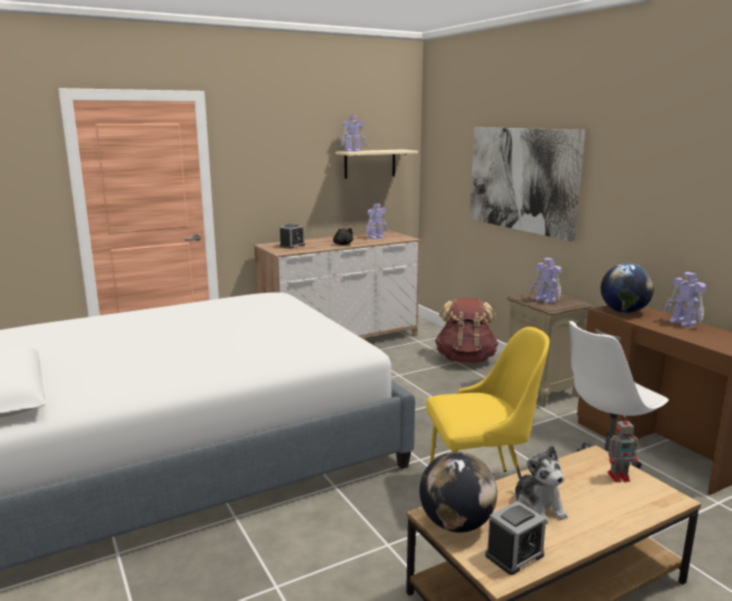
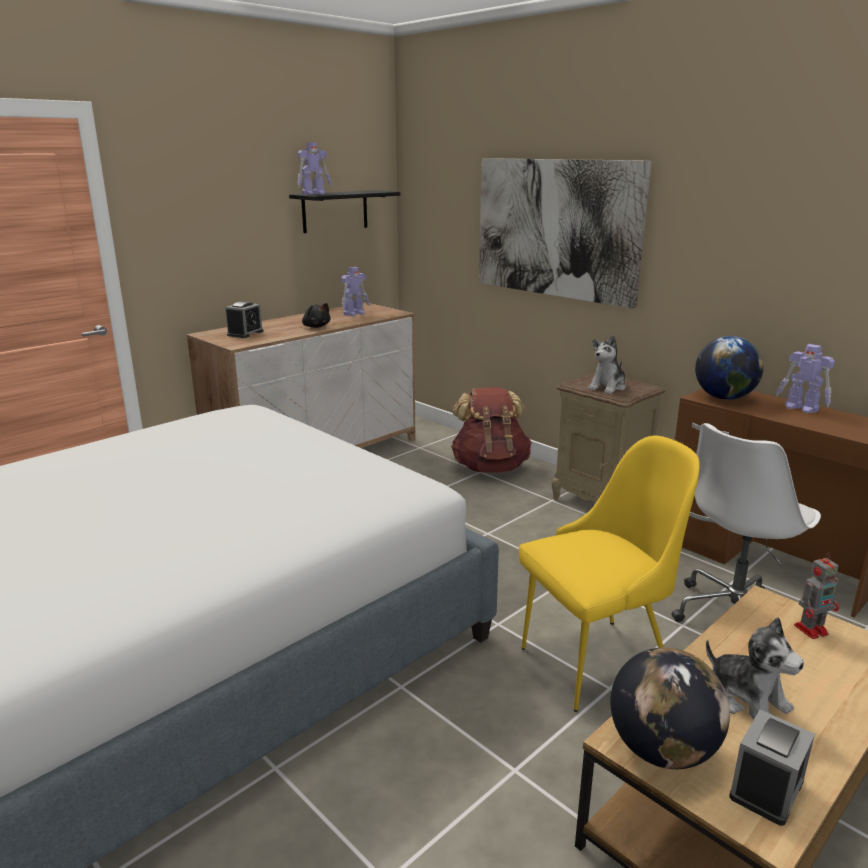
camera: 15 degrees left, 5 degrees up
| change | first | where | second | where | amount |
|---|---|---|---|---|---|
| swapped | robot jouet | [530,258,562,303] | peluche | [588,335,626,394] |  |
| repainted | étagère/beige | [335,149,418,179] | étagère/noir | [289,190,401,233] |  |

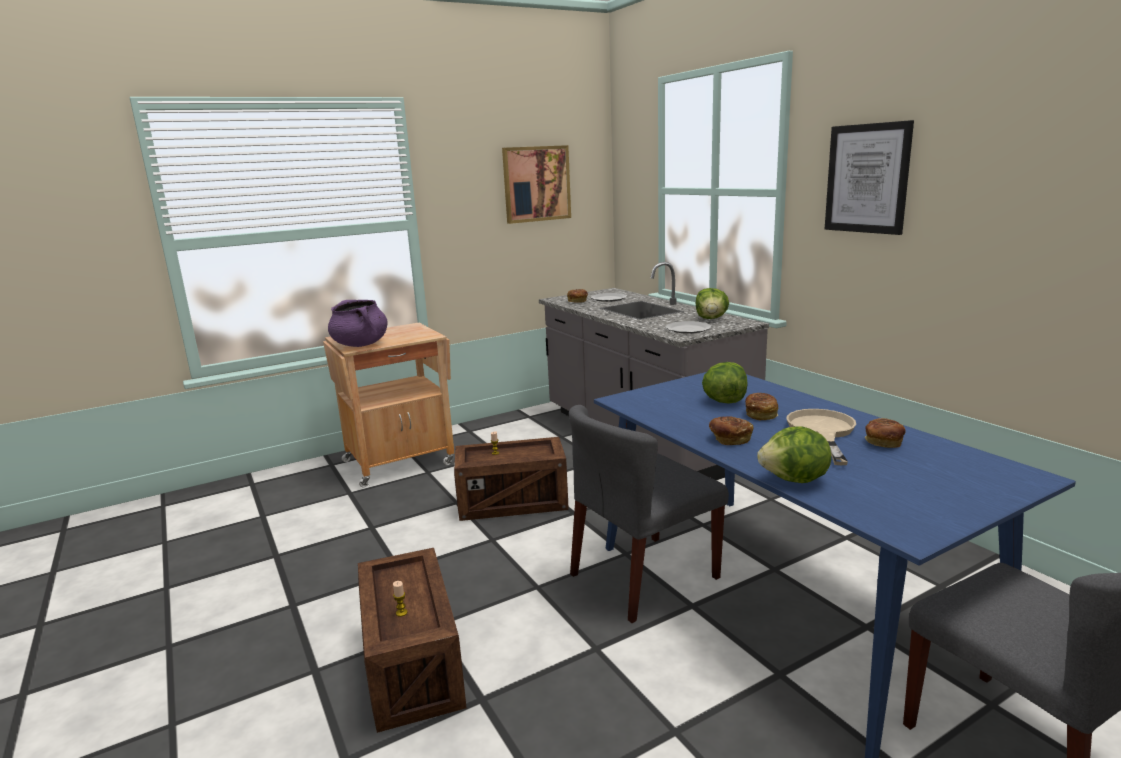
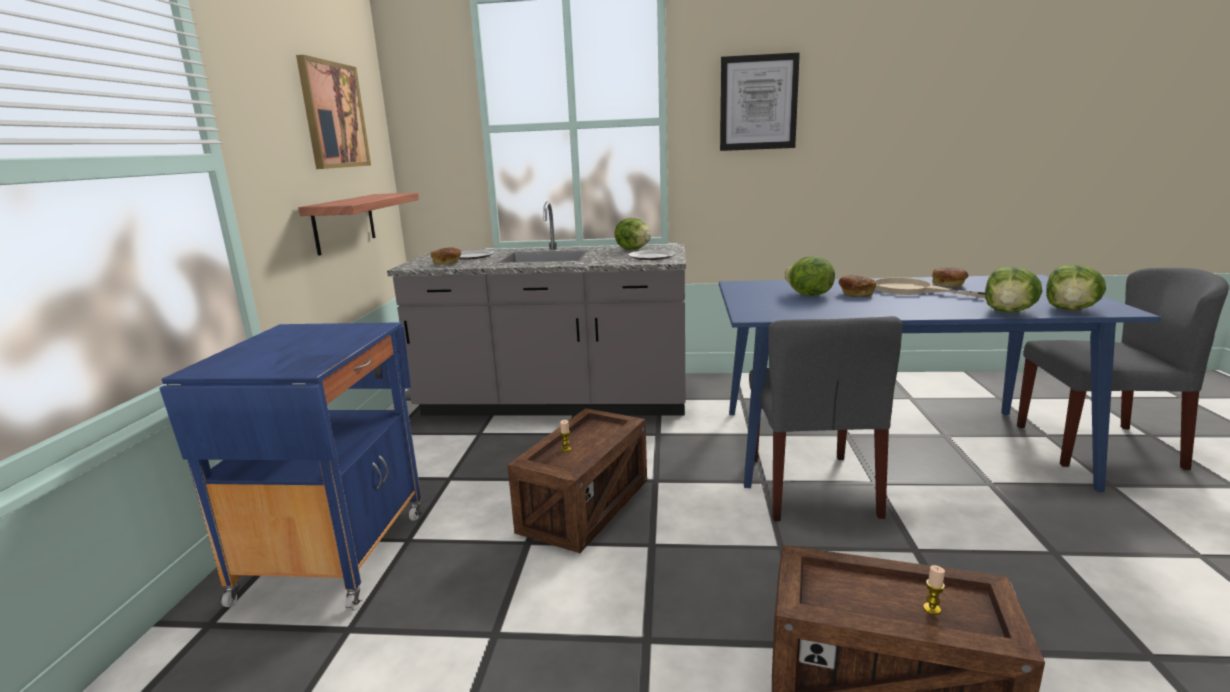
camera: 55 degrees left, 0 degrees up
| change | first | where | second | where | amount |
|---|---|---|---|---|---|
| gone | marmite/violet | [328,300,388,347] |  |  |  |
| gone | pain | [709,416,753,445] |  |  |  |
| new |  |  | étagère | [298,193,419,256] |  |
| new |  |  | laitue | [1046,264,1106,310] |  |
| repainted | chariot/marron | [323,323,454,488] | chariot/bleu | [159,322,421,611] |  |

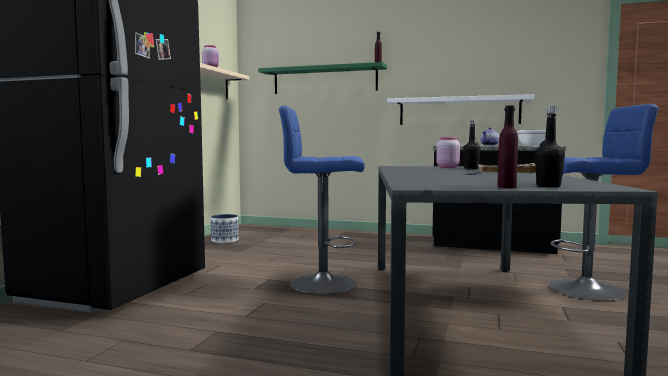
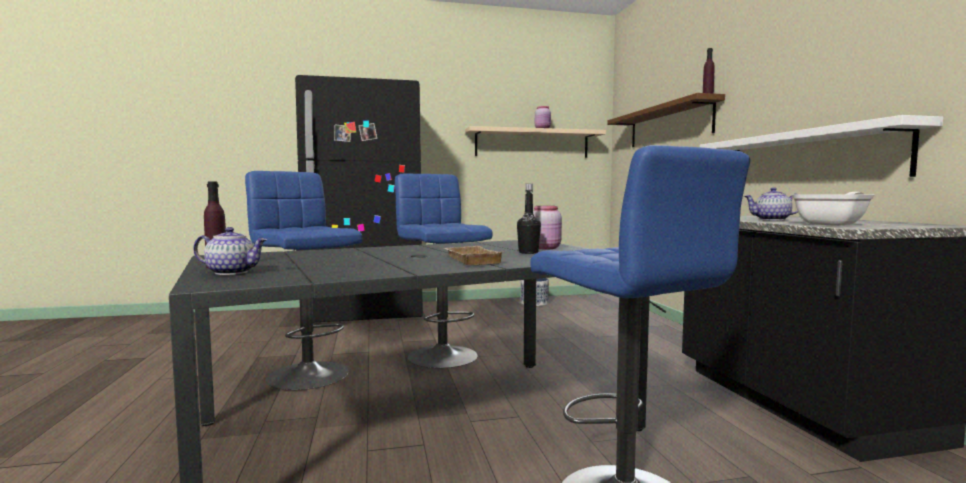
camera: 60 degrees right, 0 degrees up
| change | first | where | second | where | amount |
|---|---|---|---|---|---|
| new |  |  | tabouret/bleu | [245,171,362,390] |  |
| swapped | bouteille/noir | [535,106,565,187] | théière | [193,227,267,275] |  |
| repainted | étagère/vert | [258,62,387,94] | étagère/marron | [607,93,725,147] |  |

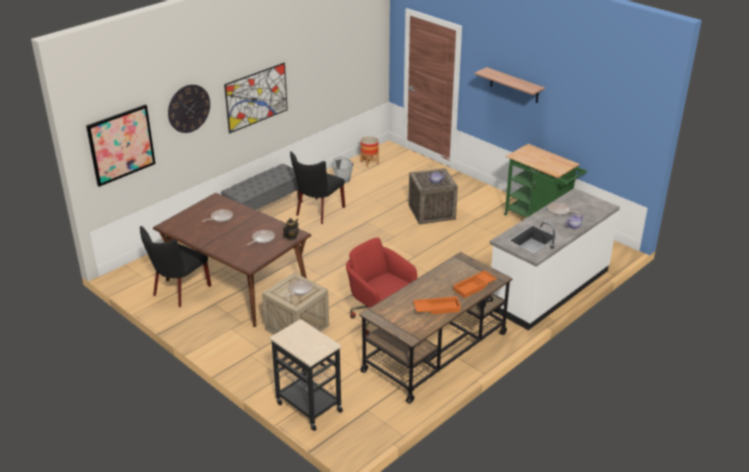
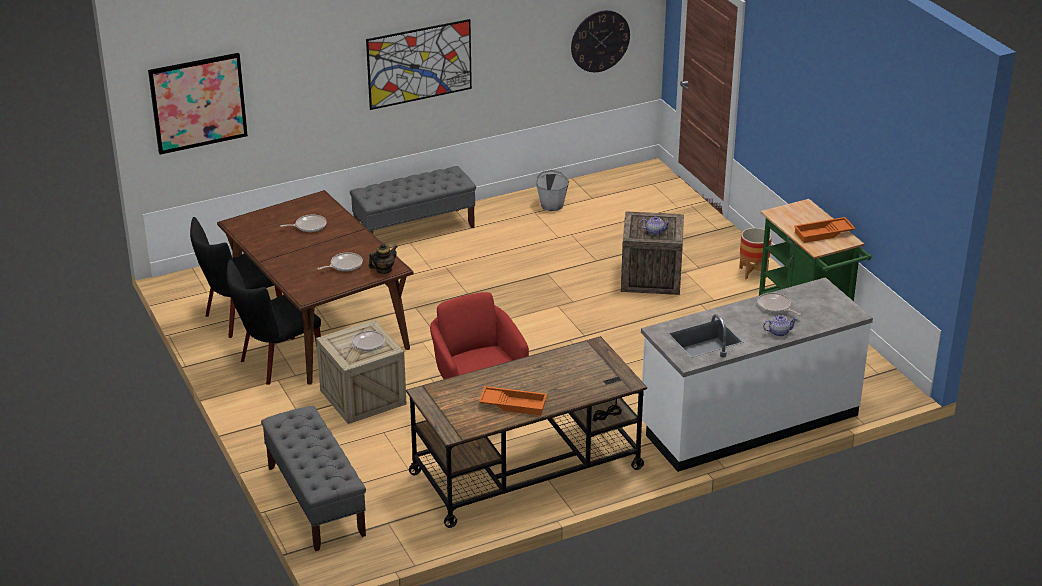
camera: 20 degrees right, 0 degrees up
| change | first | where | second | where | amount |
|---|---|---|---|---|---|
| gone | étagère | [474,67,545,103] |  |  |  |
| shifted | horloge murale | [168,84,210,133] |  | [571,10,630,72] |  |
| shifted | chaise/noir | [290,152,345,224] |  | [226,260,321,385] |  |
| shifted | cache-pot | [360,136,379,168] |  | [739,228,772,280] |  |
| shifted | plateau/orange | [453,270,497,298] |  | [794,217,856,243] |  |
| swapped | chariot | [269,319,343,431] | banc/gris | [261,406,366,551] |  |

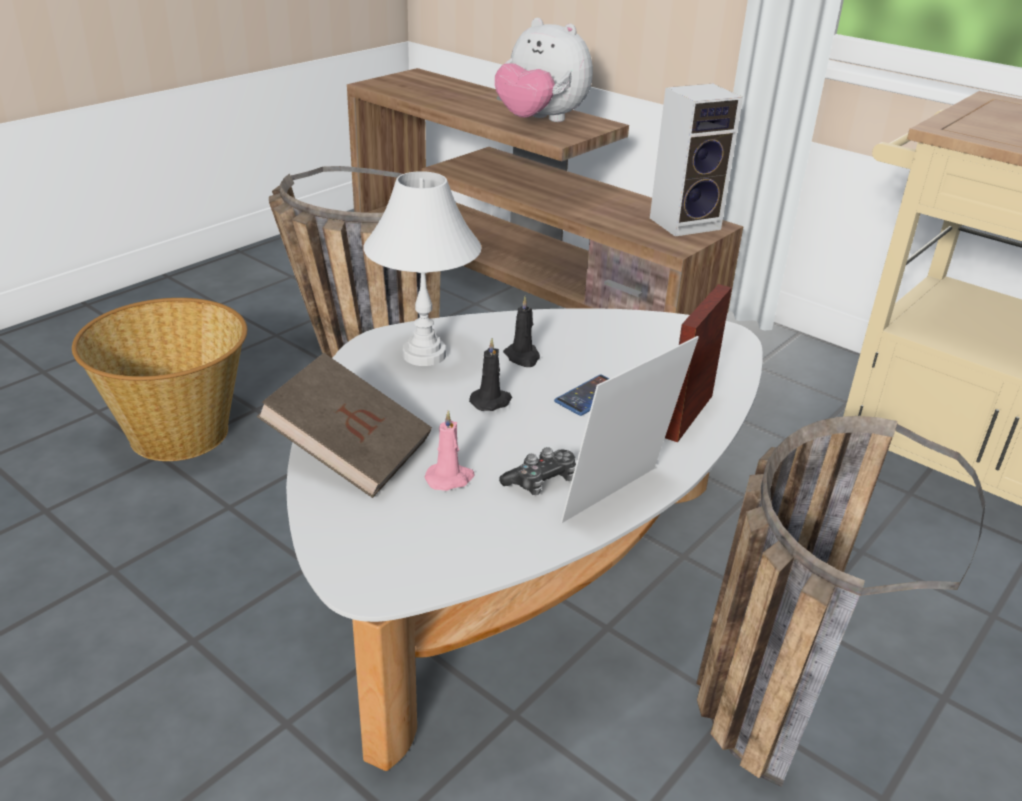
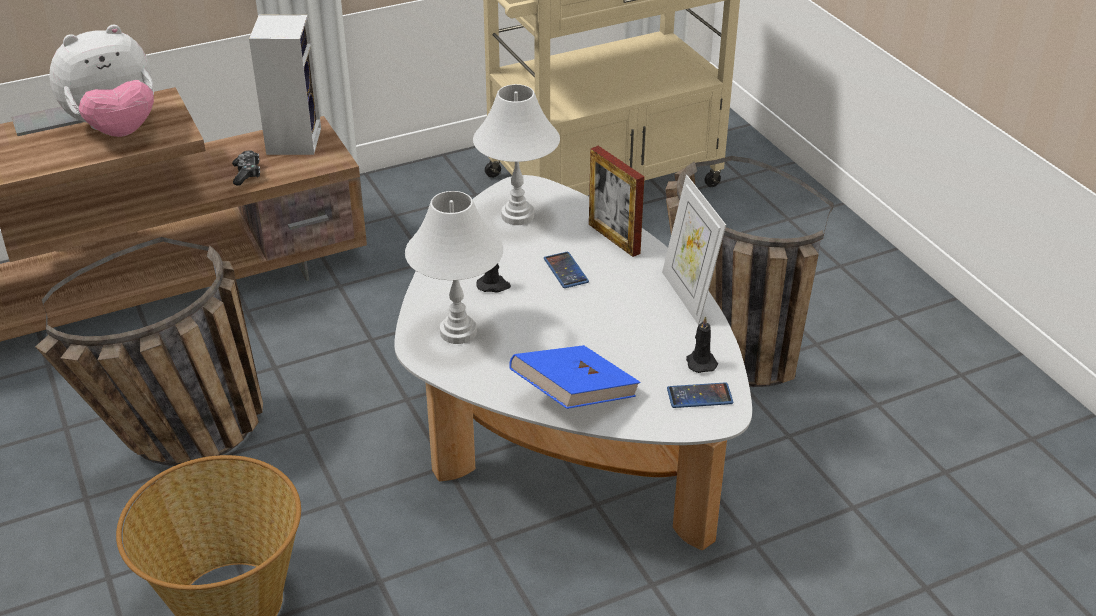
camera: 65 degrees left, 5 degrees up
| change | first | where | second | where | amount |
|---|---|---|---|---|---|
| gone | bougie/rose | [424,410,475,491] |  |  |  |
| new |  |  | lampe de table/blanc | [473,84,560,225] |  |
| new |  |  | téléphone | [667,382,733,408] |  |
| shifted | bougie/noir | [469,338,512,411] |  | [686,316,718,373] |  |
| shifted | manette | [499,447,576,495] |  | [232,150,260,186] |  |
| repainted | livre/marron | [257,353,432,498] | livre/bleu | [509,345,641,409] |  |

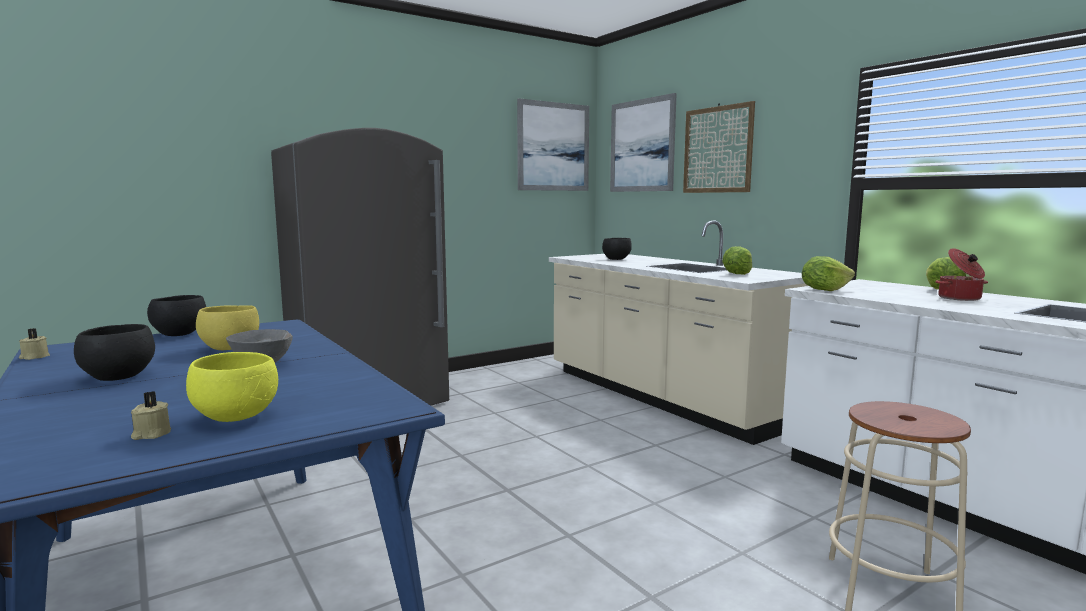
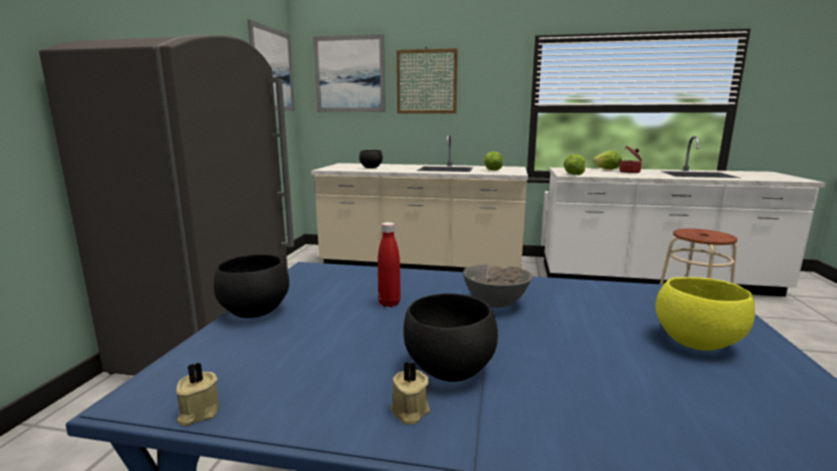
camera: 45 degrees left, 5 degrees up
| change | first | where | second | where | amount |
|---|---|---|---|---|---|
| shifted | bougie/beige | [131,391,171,440] |  | [390,361,430,425] |  |
| swapped | bol/jaune | [196,305,259,350] | bouteille/rouge | [378,222,401,307] |  |

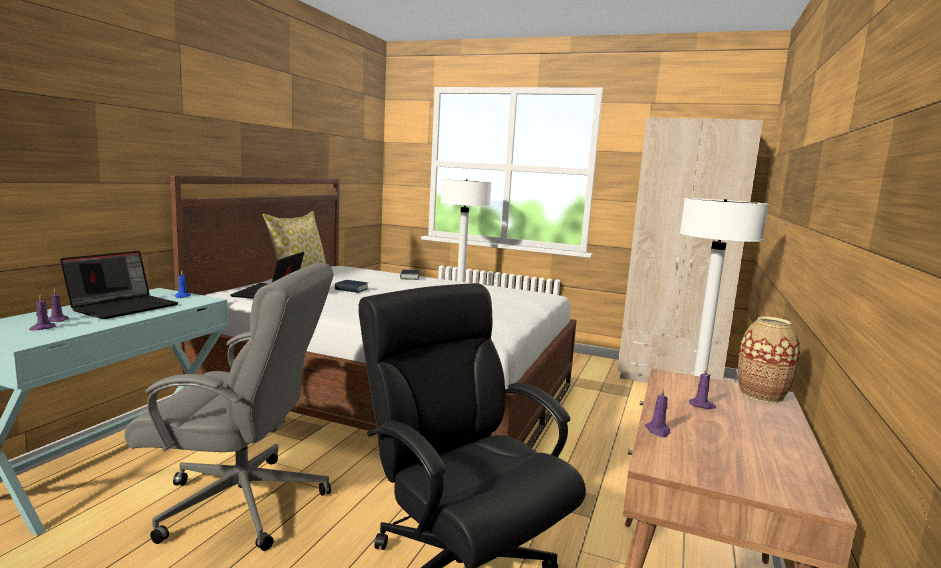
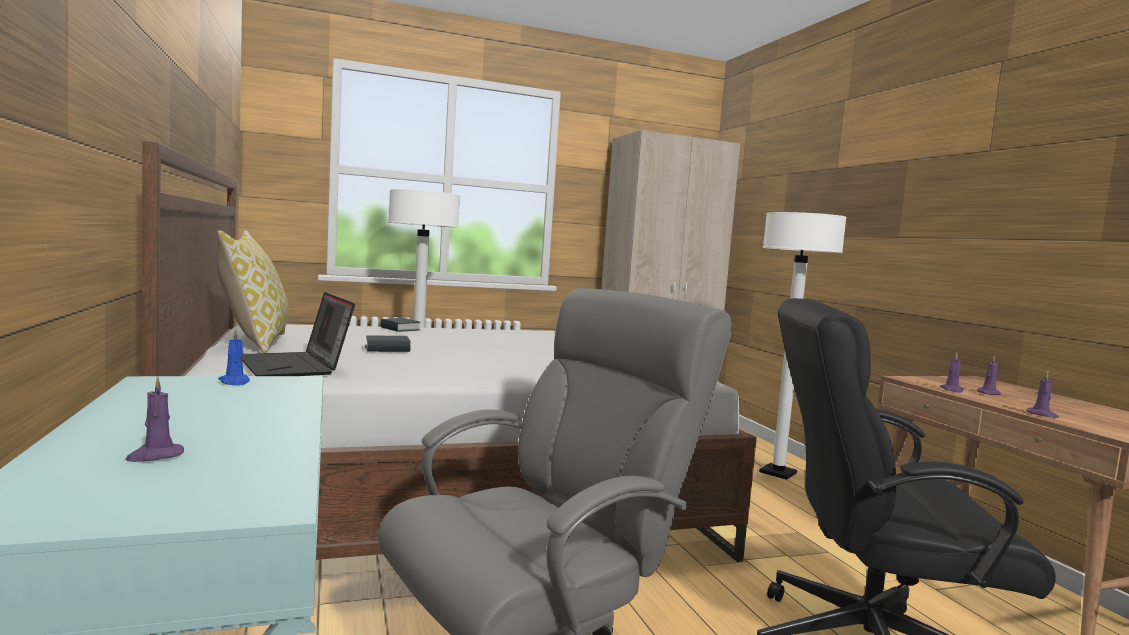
camera: 40 degrees left, 5 degrees down
| change | first | where | second | where | amount |
|---|---|---|---|---|---|
| gone | ordinateur portable | [60,251,179,319] |  |  |  |
| gone | vase | [738,317,800,403] |  |  |  |
| shifted | bougie/violet | [29,294,56,331] |  | [940,353,964,393] |  |

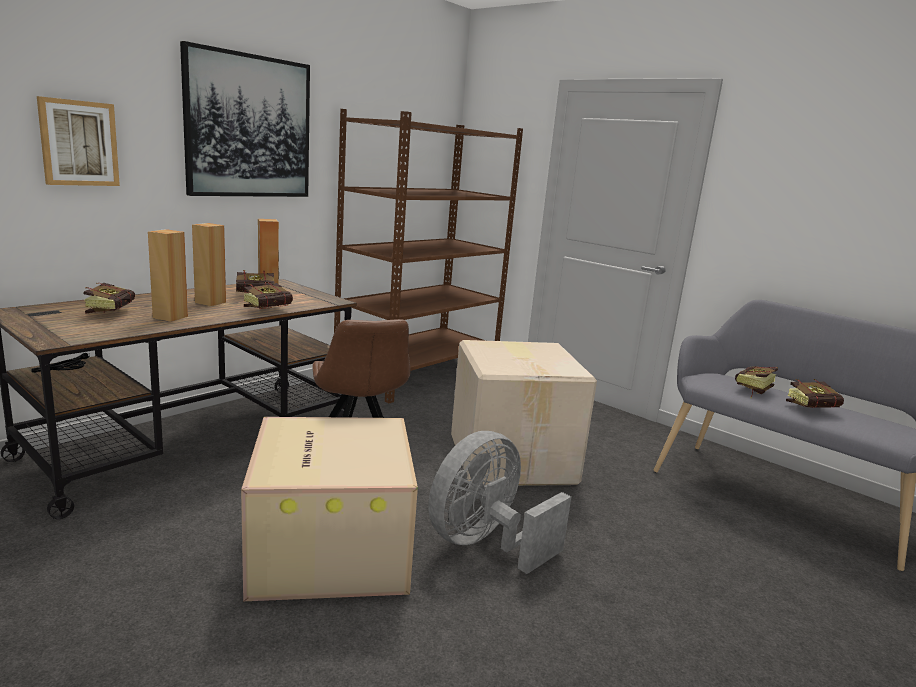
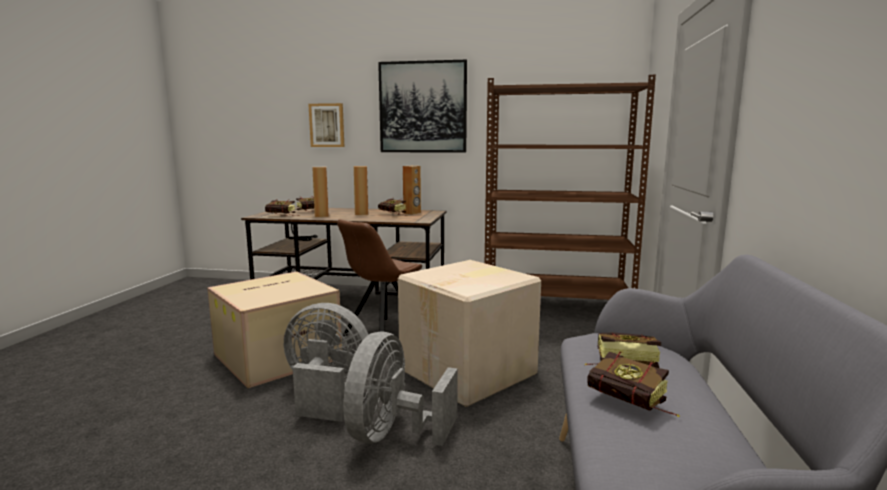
camera: 60 degrees right, 5 degrees down
| change | first | where | second | where | amount |
|---|---|---|---|---|---|
| new |  |  | ventilateur/gris | [344,332,458,446] |  |
| shifted | livre | [244,282,293,309] |  | [265,199,300,216] |  |

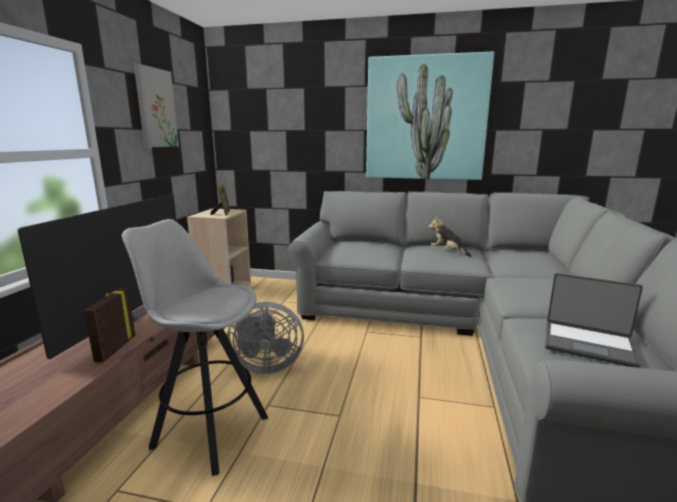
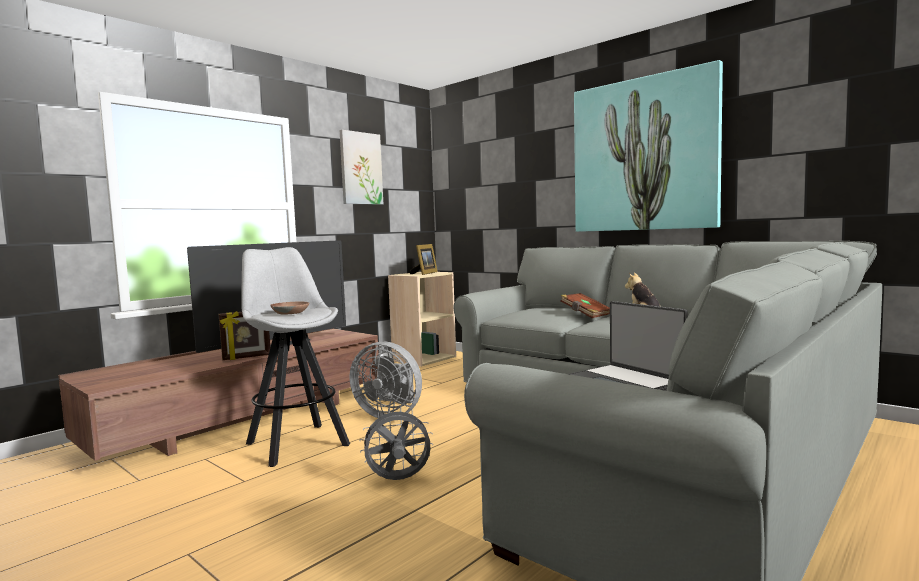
camera: 30 degrees right, 10 degrees down
| change | first | where | second | where | amount |
|---|---|---|---|---|---|
| new |  |  | bol/marron | [270,302,309,314] |  |
| new |  |  | ventilateur/gris | [360,406,433,480] |  |
| new |  |  | livre/marron | [560,293,610,318] |  |
| rotated | cadre photo | [84,289,135,362] |  | [219,311,270,360] | 150 degrees counterclockwise |

